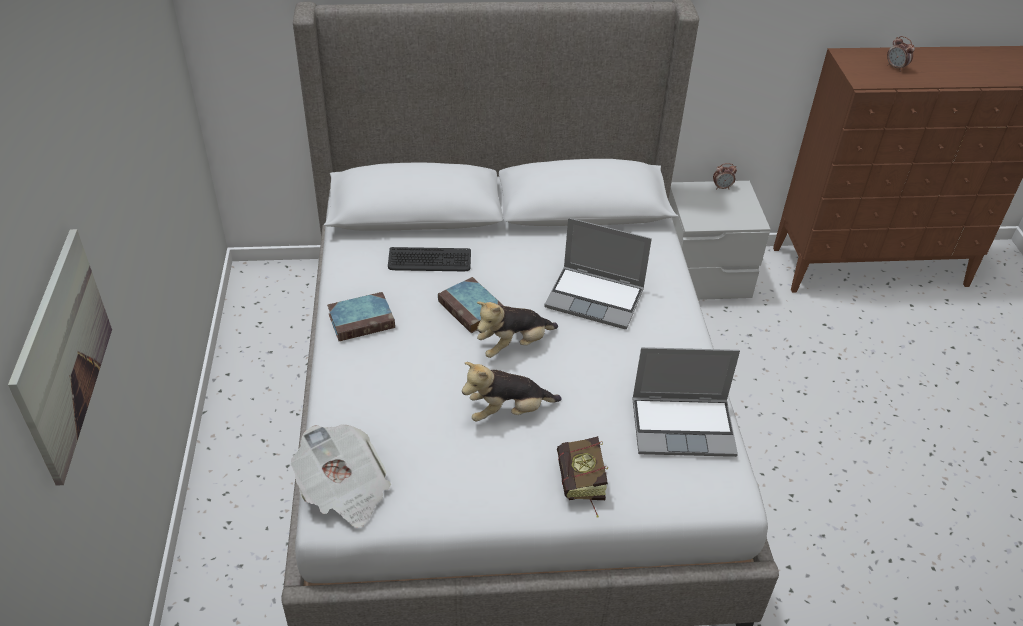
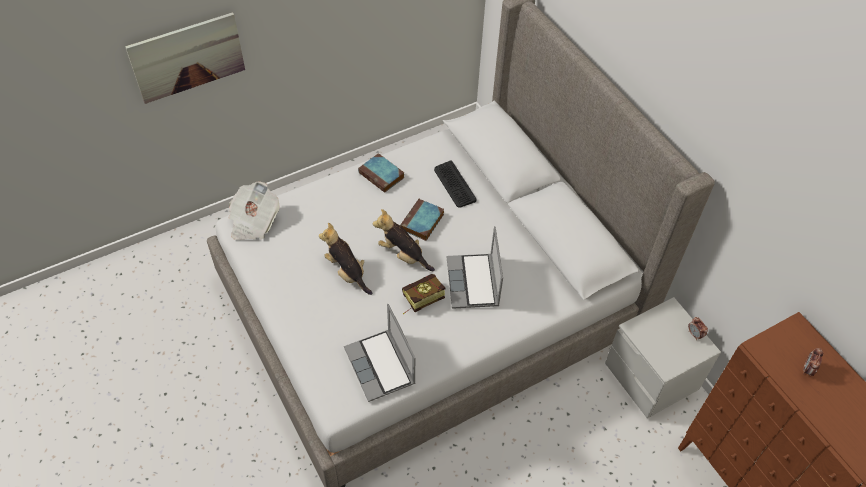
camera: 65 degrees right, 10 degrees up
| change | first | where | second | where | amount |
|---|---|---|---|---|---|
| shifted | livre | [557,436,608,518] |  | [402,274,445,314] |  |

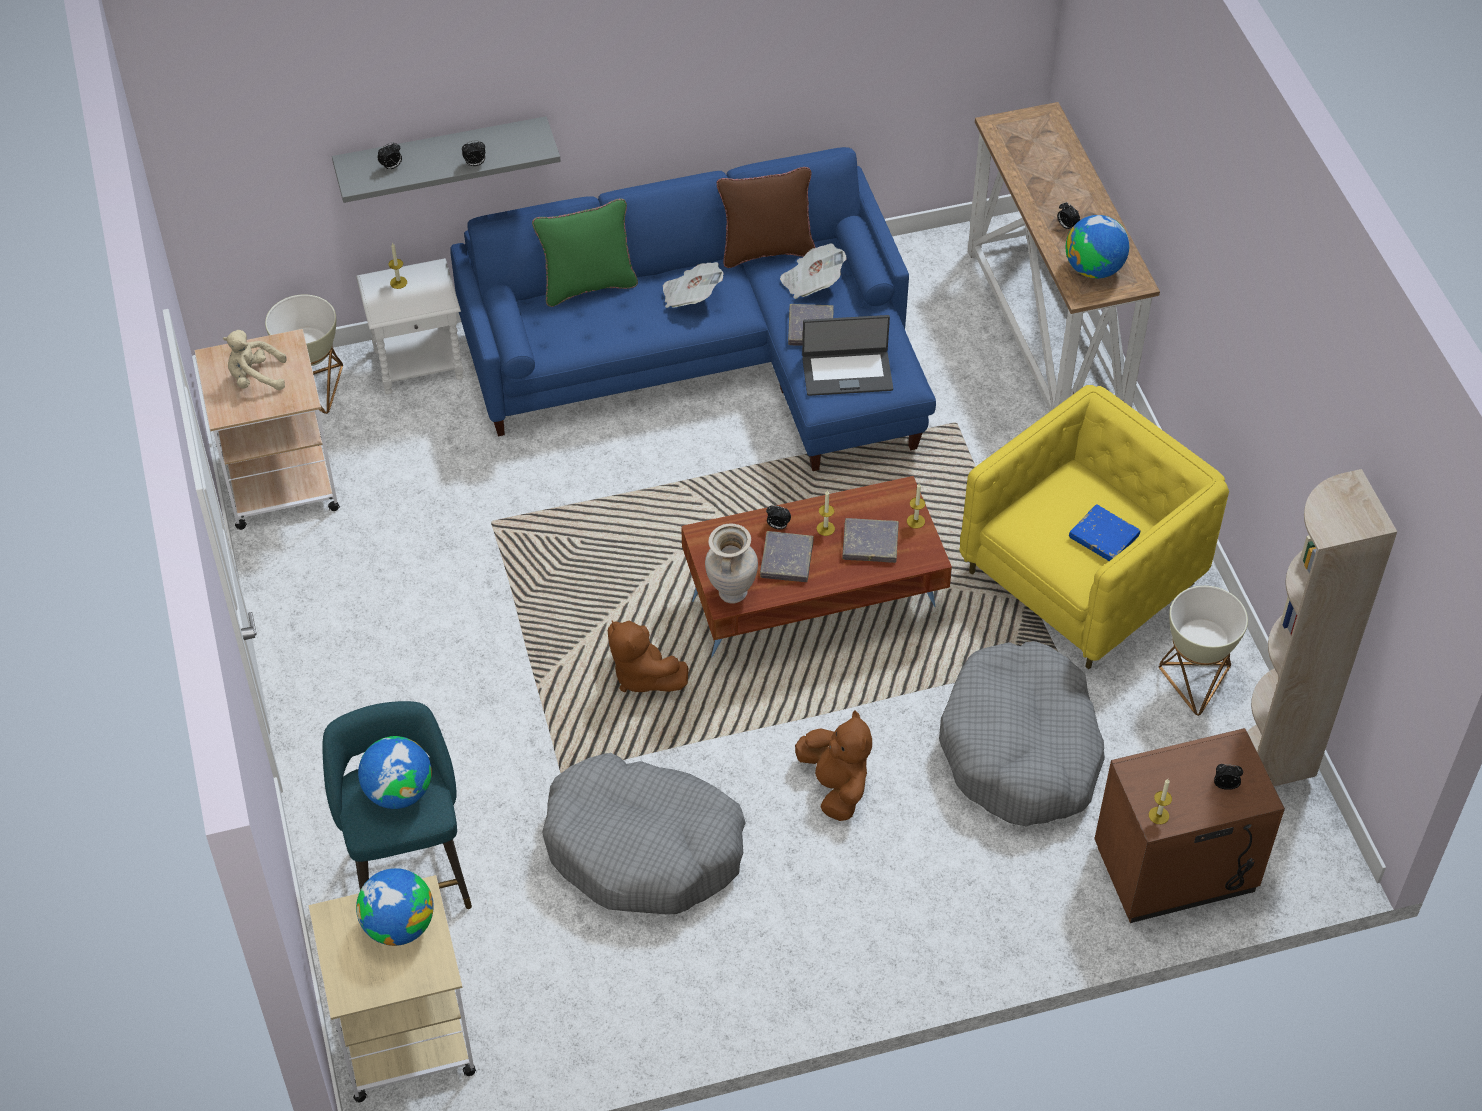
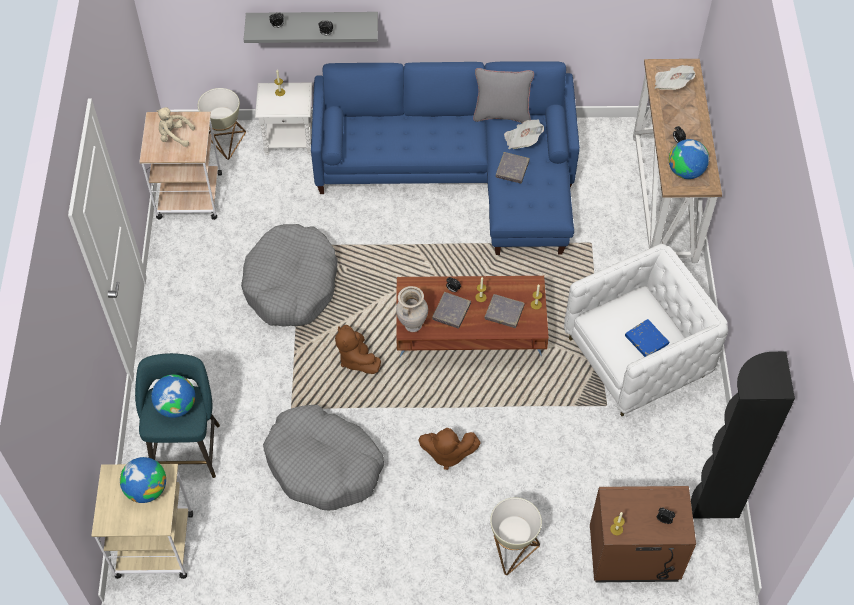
camera: 15 degrees right, 5 degrees up
| change | first | where | second | where | amount |
|---|---|---|---|---|---|
| gone | coussin/vert | [532,198,638,307] |  |  |  |
| gone | ordinateur portable | [802,315,893,396] |  |  |  |
| shifted | journal | [663,262,723,308] |  | [655,65,695,90] |  |
| shifted | panier pour chien/gris | [939,641,1105,826] |  | [241,224,338,327] |  |
| shifted | cache-pot | [1159,586,1248,716] |  | [490,497,542,575] |  |
| repainted | coussin/marron | [717,167,816,268] | coussin/gris | [473,68,534,123] |  |
| repainted | fauteuil/jaune | [960,385,1229,669] | fauteuil/blanc | [564,244,728,416] |  |
| repainted | bibliothèque/beige | [1247,469,1397,786] | bibliothèque/noir | [691,352,795,519] |  |
| rotated | peluche/marron | [795,710,872,821] |  | [418,428,481,470] | 105 degrees clockwise |

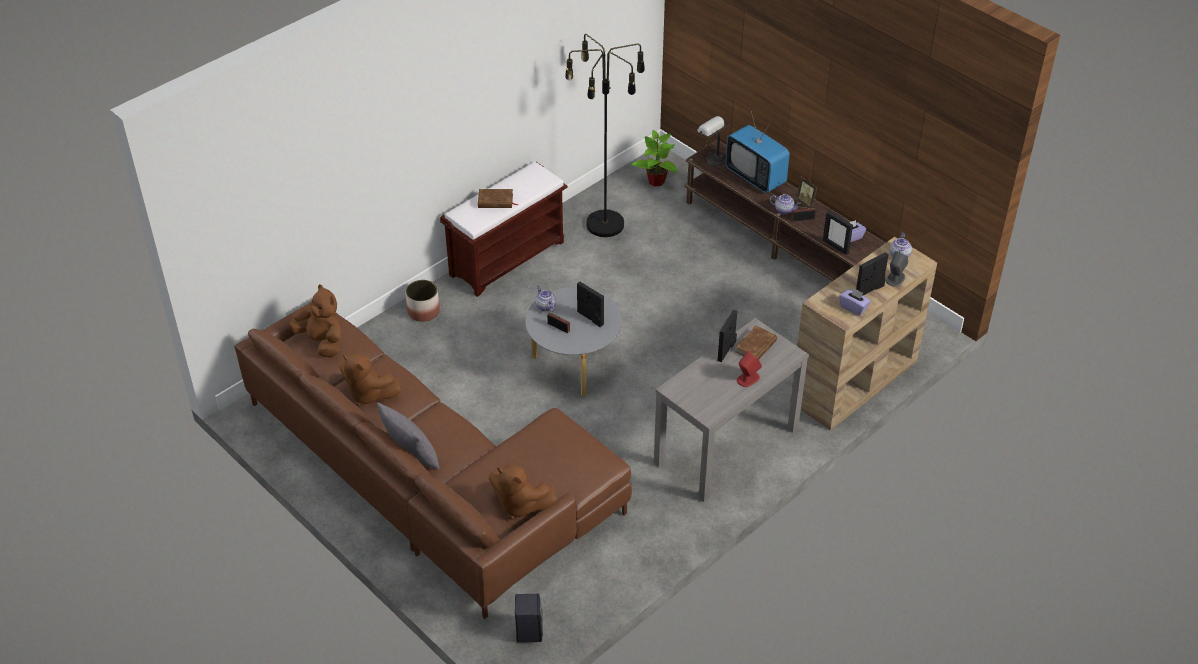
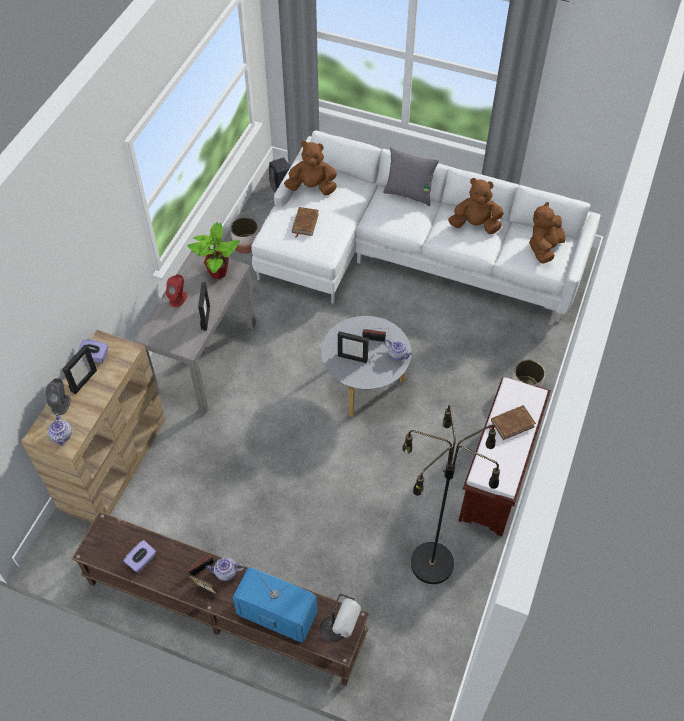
camera: 155 degrees right, 10 degrees up
| change | first | where | second | where | amount |
|---|---|---|---|---|---|
| gone | cadre photo | [823,211,853,255] |  |  |  |
| new |  |  | cache-pot | [230,217,259,254] |  |
| shifted | plante en pot | [631,130,678,186] |  | [187,222,240,279] |  |
| shifted | livre/marron | [735,326,777,359] |  | [292,207,319,238] |  |
| repainted | canapé/marron | [234,302,632,619] | canapé/blanc | [251,130,600,322] |  |
| rotated | peluche/marron | [289,284,342,357] |  | [529,202,566,263] | 105 degrees clockwise |

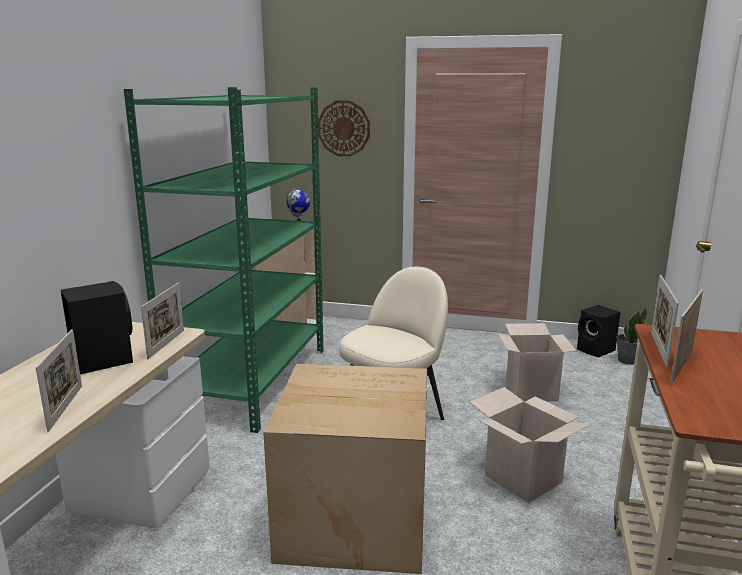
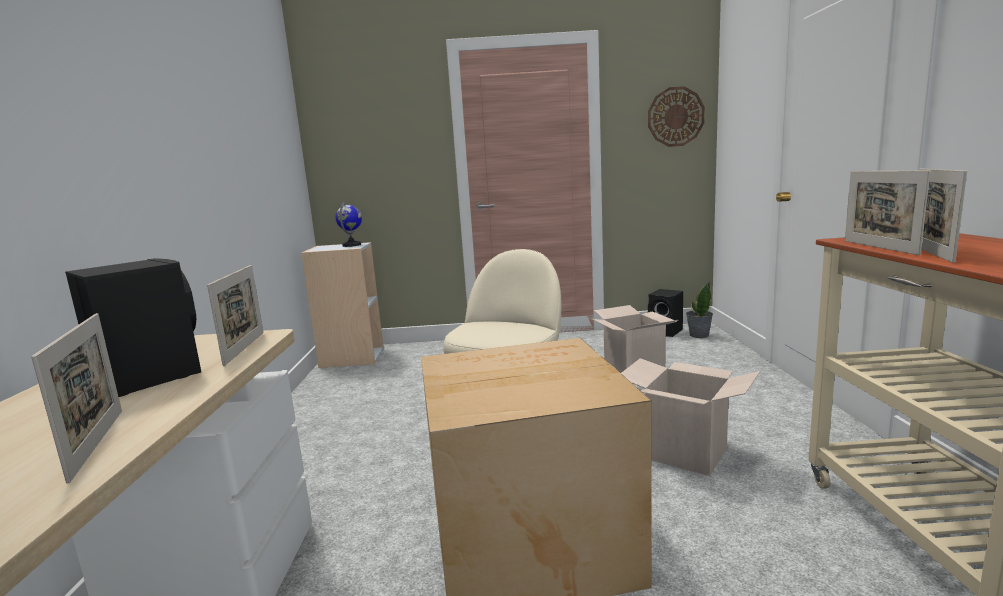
camera: 15 degrees left, 5 degrees down
| change | first | where | second | where | amount |
|---|---|---|---|---|---|
| gone | bibliothèque/vert | [124,87,323,433] |  |  |  |
| shifted | horloge murale | [318,101,370,157] |  | [648,86,705,147] |  |

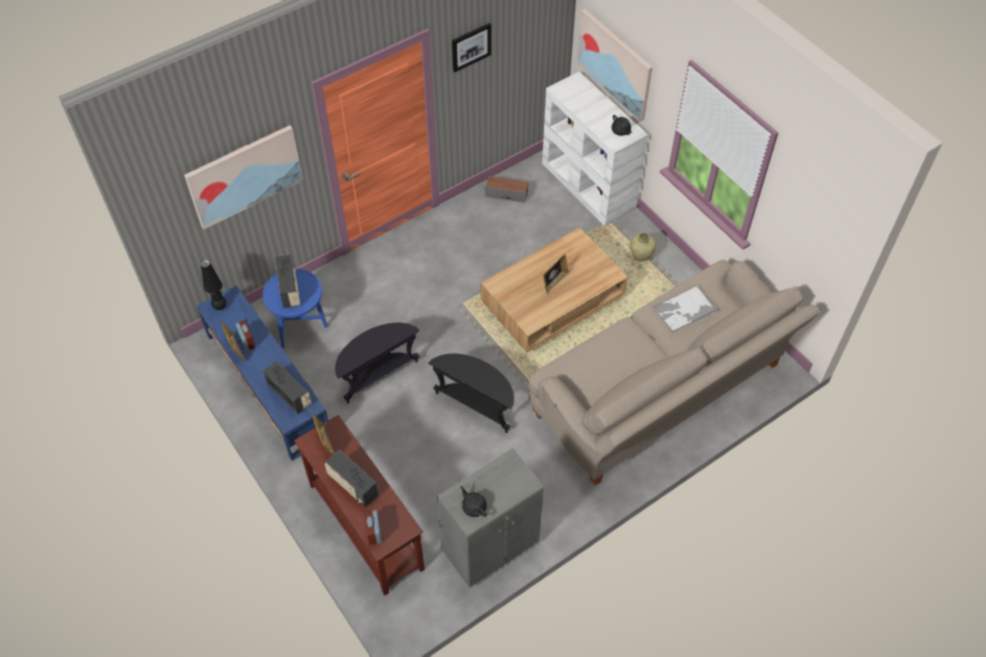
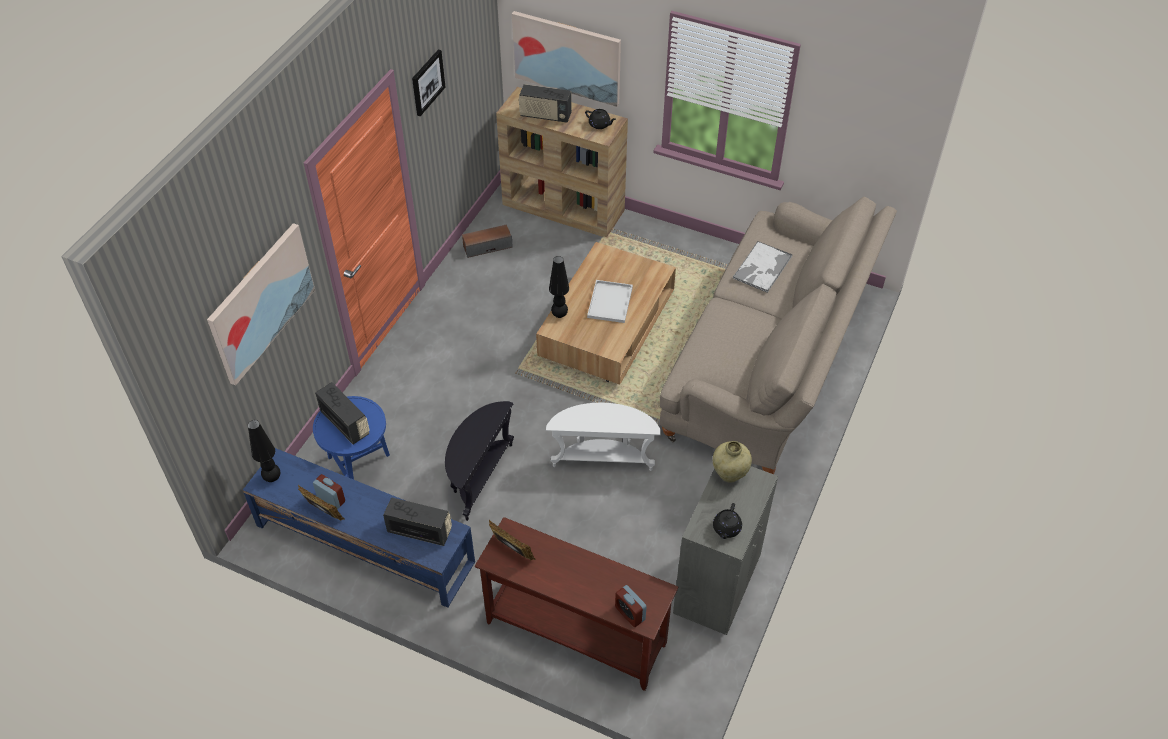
camera: 30 degrees left, 5 degrees down
| change | first | where | second | where | amount |
|---|---|---|---|---|---|
| new |  |  | lampe de table/noir | [549,256,569,318] |  |
| shifted | radio | [325,450,379,508] |  | [519,84,572,123] |  |
| shifted | vase/beige | [630,233,656,262] |  | [713,441,752,483] |  |
| swapped | cadre photo | [543,254,569,294] | plateau/blanc | [587,280,633,323] |  |
| repainted | table d'appoint/noir | [428,353,514,433] | table d'appoint/blanc | [546,403,661,471] |  |
| repainted | bibliothèque/blanc | [542,72,648,226] | bibliothèque/marron | [496,87,628,237] |  |
| rotated | théière/noir | [460,486,487,517] |  | [713,503,742,539] | 90 degrees counterclockwise |

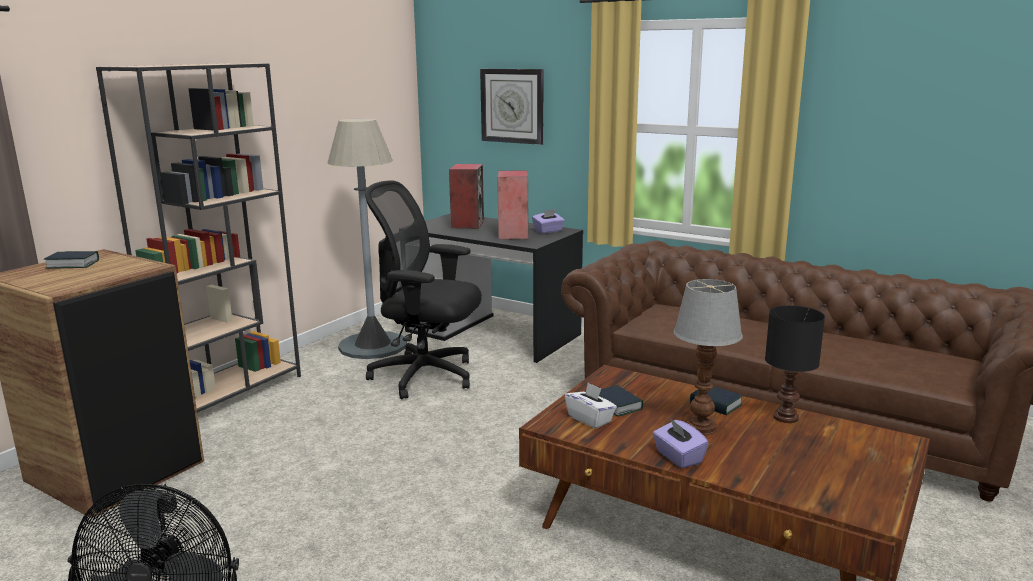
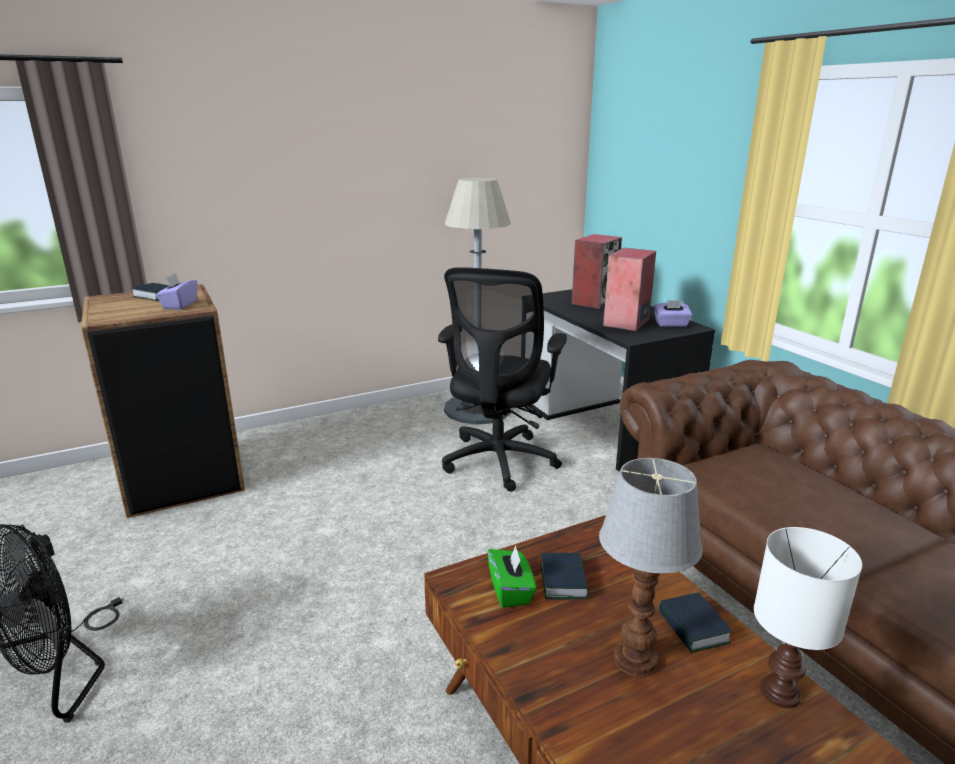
camera: 30 degrees right, 5 degrees up
| change | first | where | second | where | amount |
|---|---|---|---|---|---|
| gone | bibliothèque | [96,63,301,413] |  |  |  |
| gone | horloge murale | [480,69,544,145] |  |  |  |
| shifted | boîte à mouchoirs/violet | [653,418,709,468] |  | [156,273,197,309] |  |
| repainted | boîte à mouchoirs/blanc | [565,382,617,429] | boîte à mouchoirs/vert | [487,545,536,608] |  |
| repainted | lampe de table/noir | [765,305,825,423] | lampe de table/blanc | [754,527,862,708] |  |
| rotated | chaise de bureau/noir | [365,180,482,399] |  | [438,267,567,492] | 120 degrees counterclockwise |

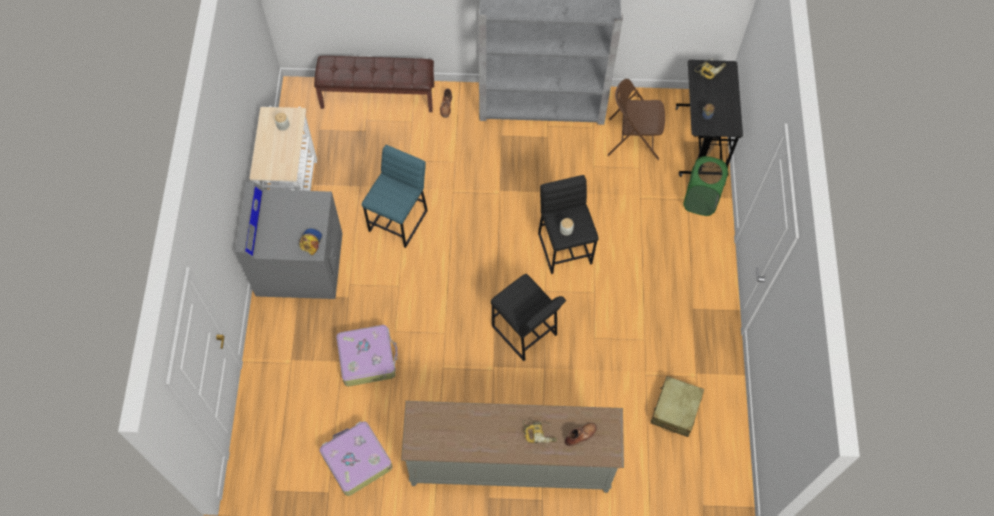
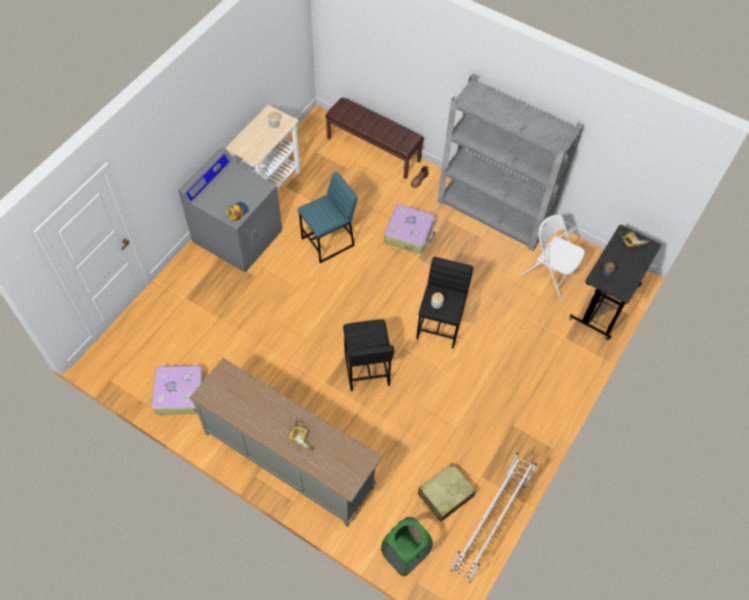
camera: 30 degrees right, 5 degrees down
| change | first | where | second | where | amount |
|---|---|---|---|---|---|
| gone | botte/marron | [565,423,597,446] |  |  |  |
| new |  |  | étagère à chaussures/blanc | [451,452,537,583] |  |
| shifted | valise | [336,325,398,386] |  | [384,204,435,254] |  |
| shifted | panier à linge/vert | [683,156,728,216] |  | [381,517,433,576] |  |
| repainted | chaise/marron | [608,79,665,160] | chaise/blanc | [521,215,585,299] |  |

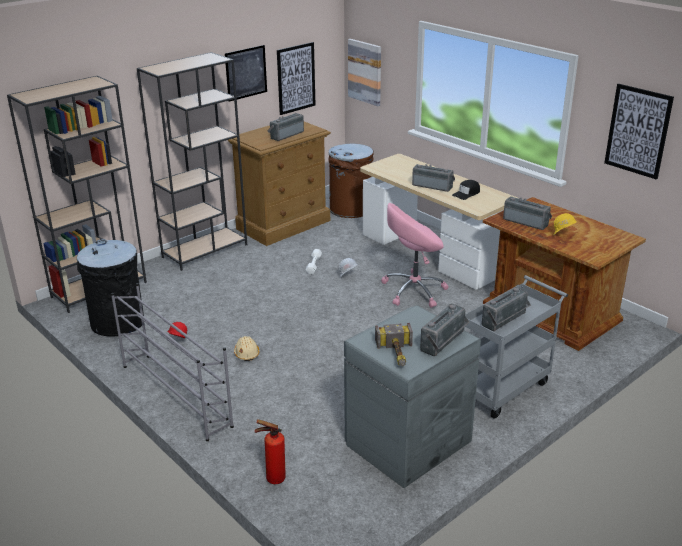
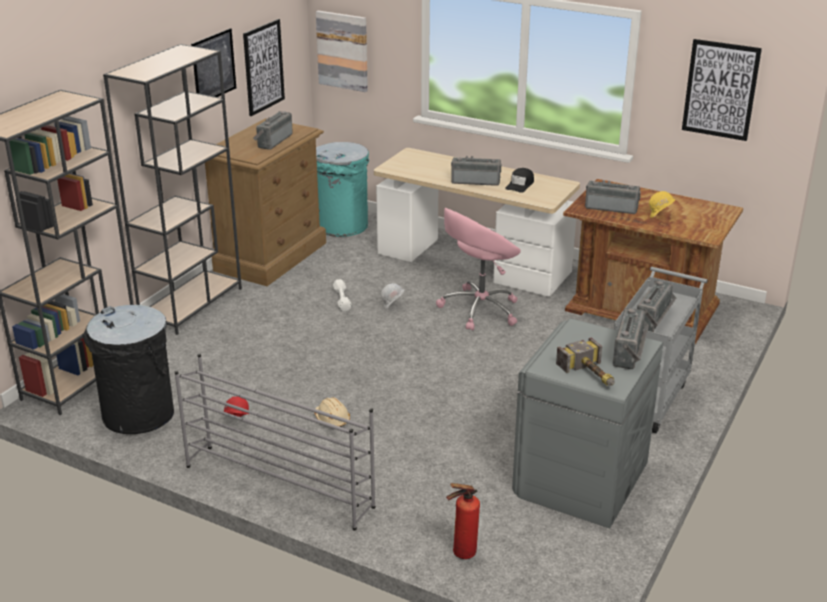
camera: 20 degrees left, 0 degrees up
| change | first | where | second | where | amount |
|---|---|---|---|---|---|
| repainted | poubelle/marron | [328,143,374,218] | poubelle/turquoise | [316,142,369,237] |  |

